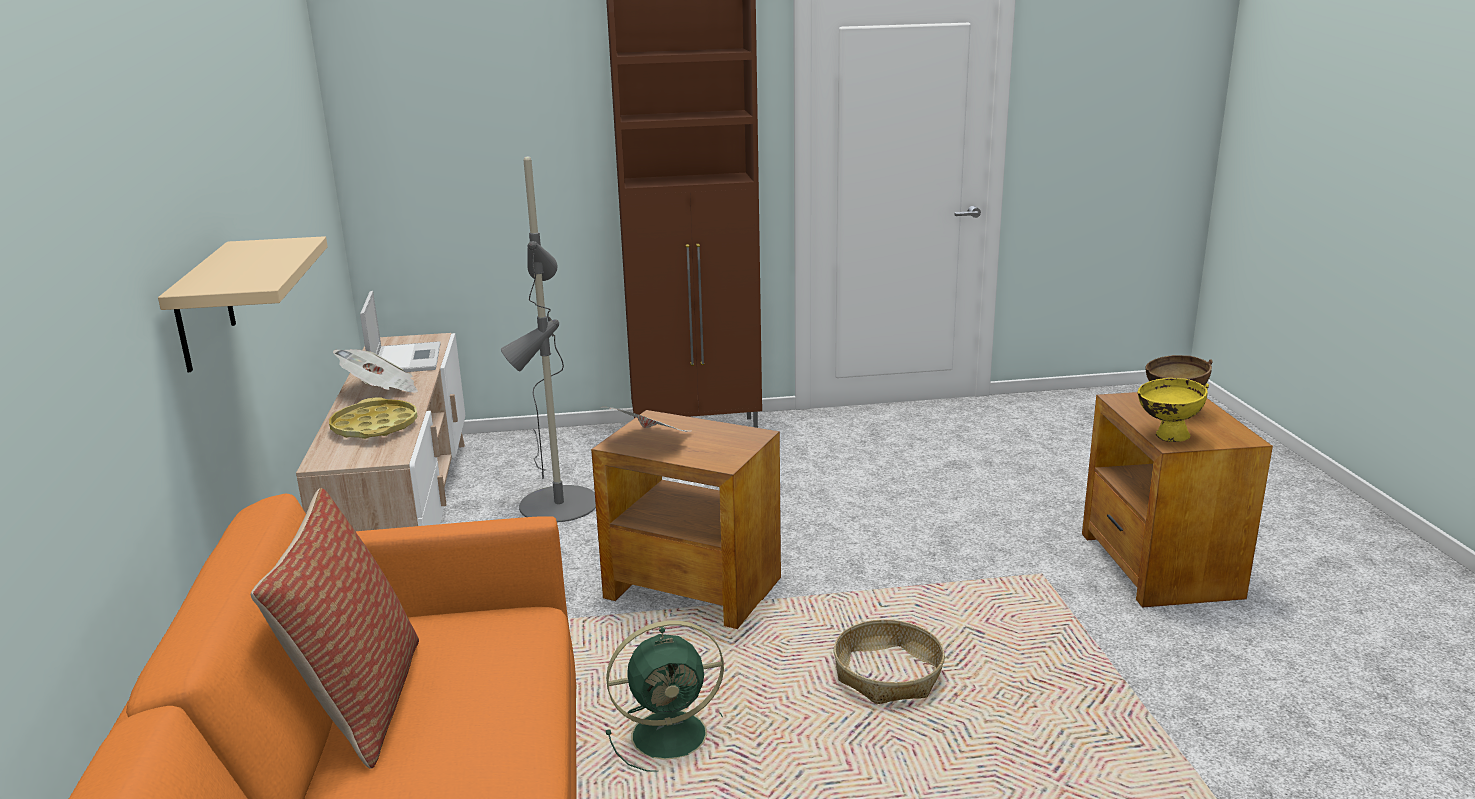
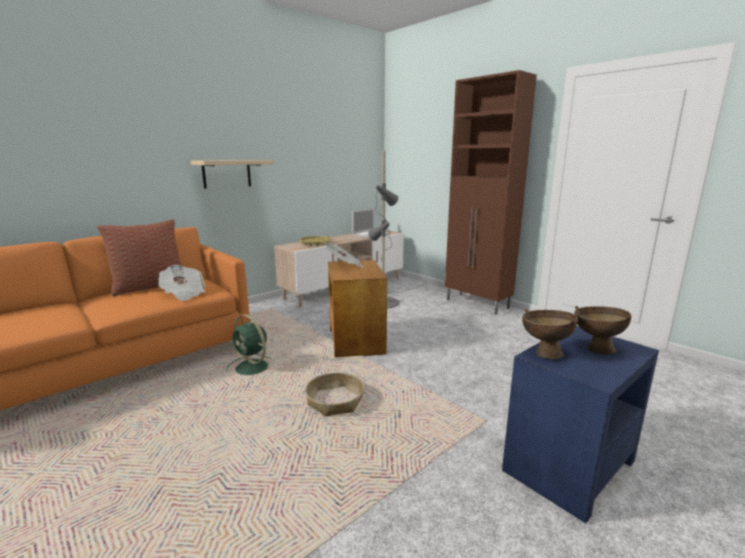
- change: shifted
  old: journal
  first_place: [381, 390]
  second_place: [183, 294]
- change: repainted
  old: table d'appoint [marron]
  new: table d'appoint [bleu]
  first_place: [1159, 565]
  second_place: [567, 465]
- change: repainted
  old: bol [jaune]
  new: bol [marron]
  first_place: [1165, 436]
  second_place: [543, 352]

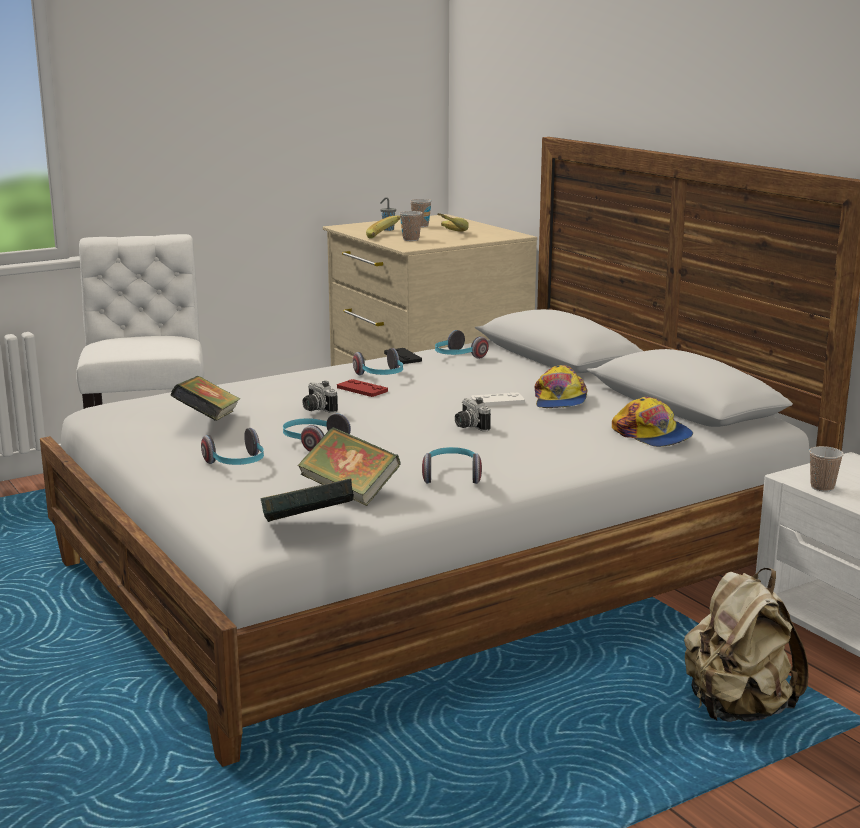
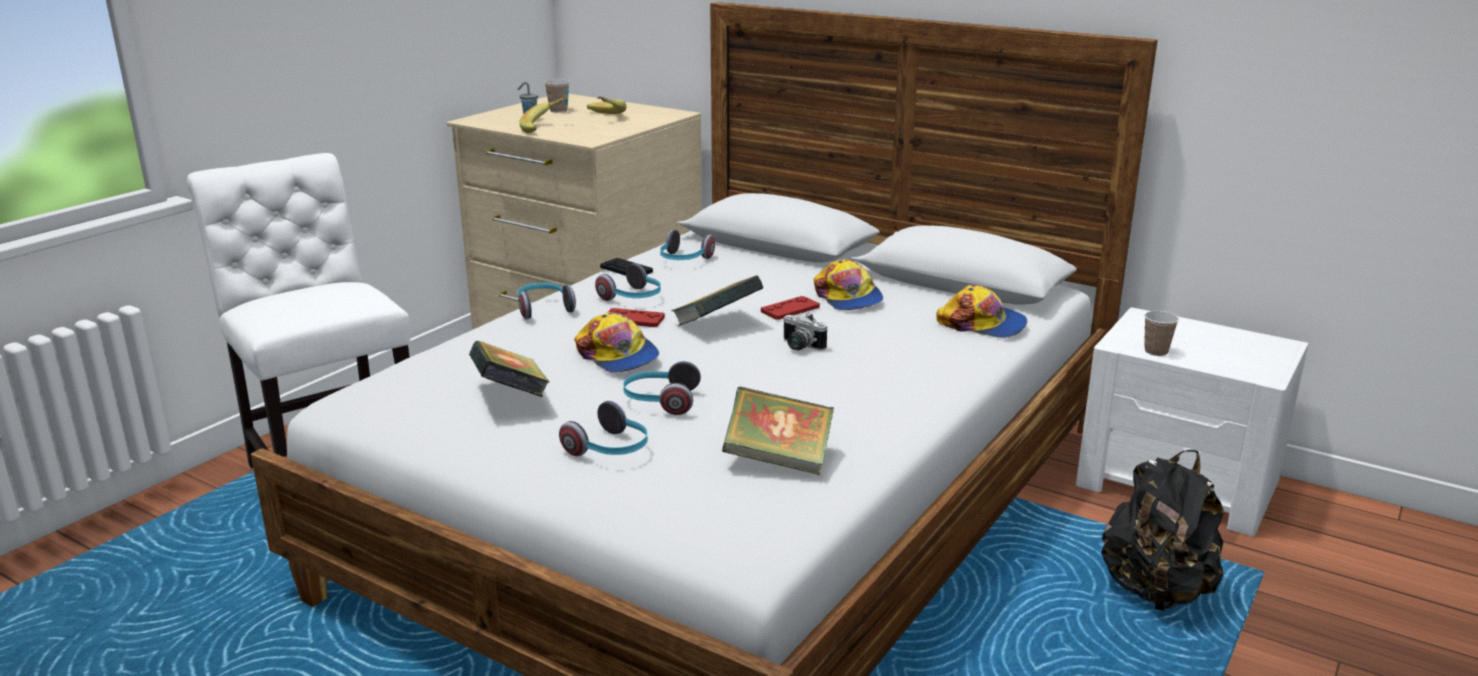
- change: shifted
  old: livre
  first_place: [308, 527]
  second_place: [717, 324]
- change: swapped
  old: appareil photo
  new: casquette
  first_place: [316, 409]
  second_place: [617, 355]
- change: gone
  old: tasse
  first_place: [411, 239]
- change: shifted
  old: casque audio
  first_place: [451, 475]
  second_place: [543, 309]
- change: repainted
  old: manette [blanc]
  new: manette [rouge]
  first_place: [497, 401]
  second_place: [790, 309]
- change: repainted
  old: sac à dos [beige]
  new: sac à dos [noir]
  first_place: [737, 709]
  second_place: [1156, 591]

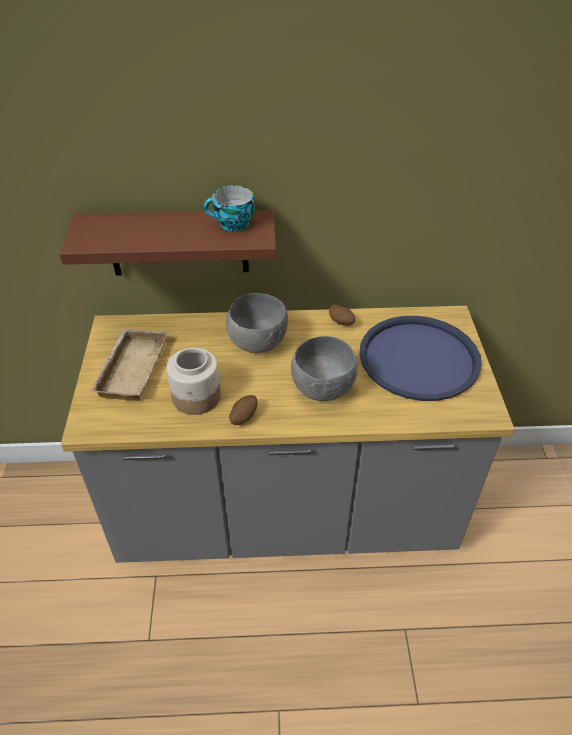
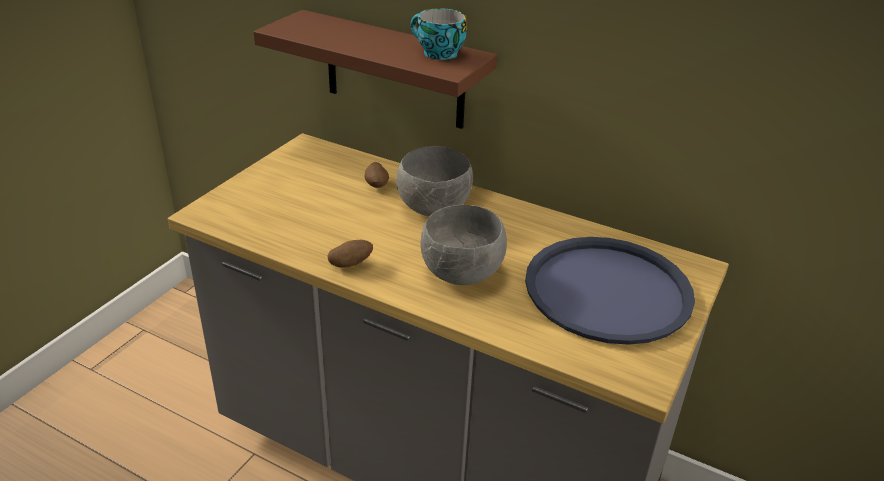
- change: gone
  old: plateau [beige]
  first_place: [130, 368]
- change: gone
  old: bocal
  first_place: [197, 397]
- change: shifted
  old: pomme de terre
  first_place: [341, 323]
  second_place: [376, 186]

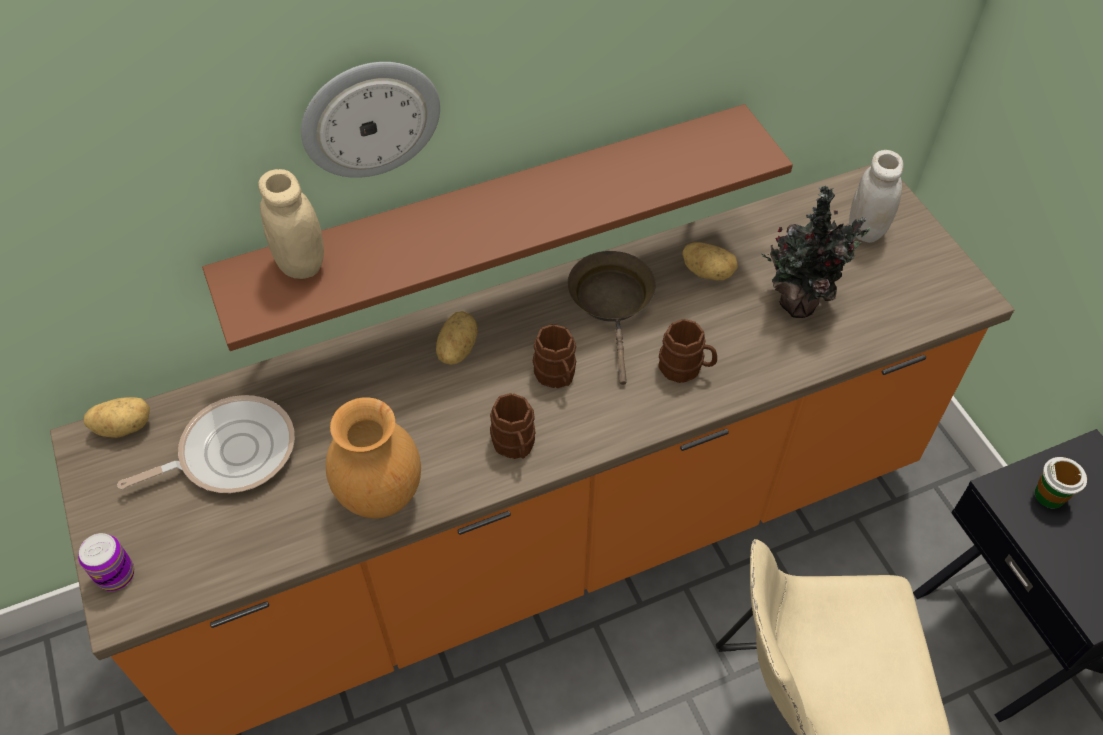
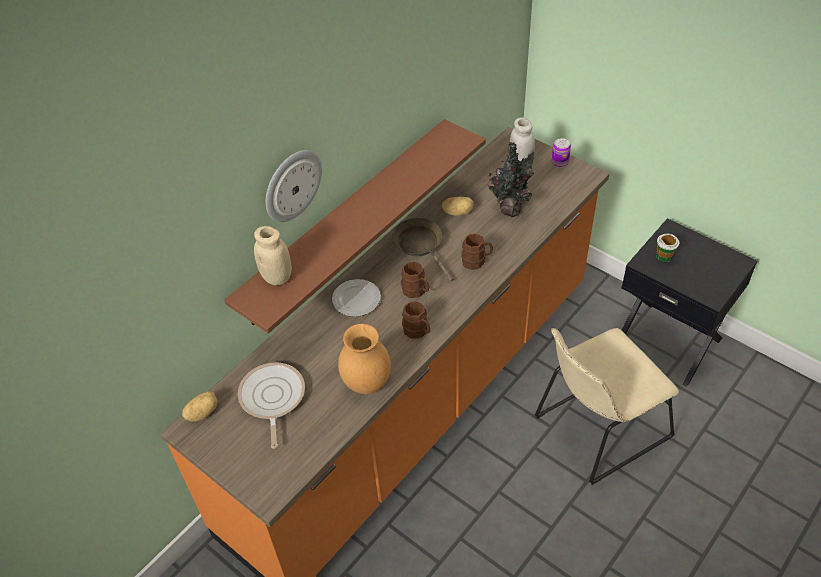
- change: shifted
  old: boîte métallique
  first_place: [115, 574]
  second_place: [559, 162]
- change: rotated
  old: poêle
  first_place: [231, 452]
  second_place: [272, 399]
  degrees: -45
- change: swapped
  old: pomme de terre
  new: assiette
  first_place: [456, 349]
  second_place: [356, 300]

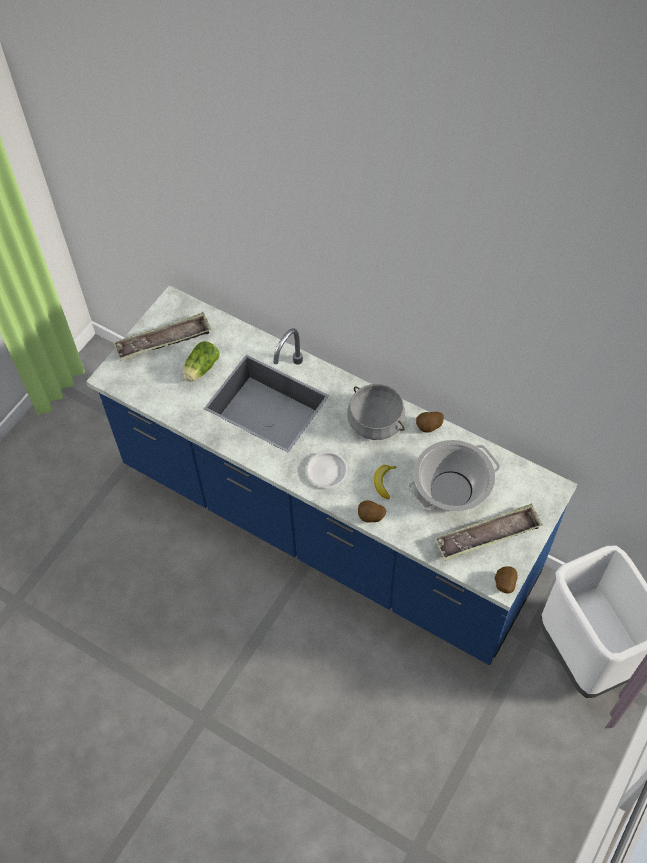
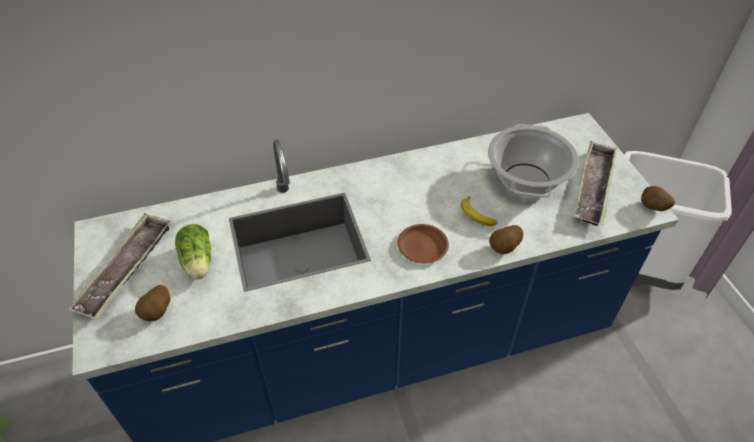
- change: repainted
  old: assiette [blanc]
  new: assiette [marron]
  first_place: [327, 471]
  second_place: [423, 246]
- change: gone
  old: marmite [gris]
  first_place: [376, 421]
- change: shifted
  old: pomme de terre
  first_place: [429, 427]
  second_place: [158, 312]

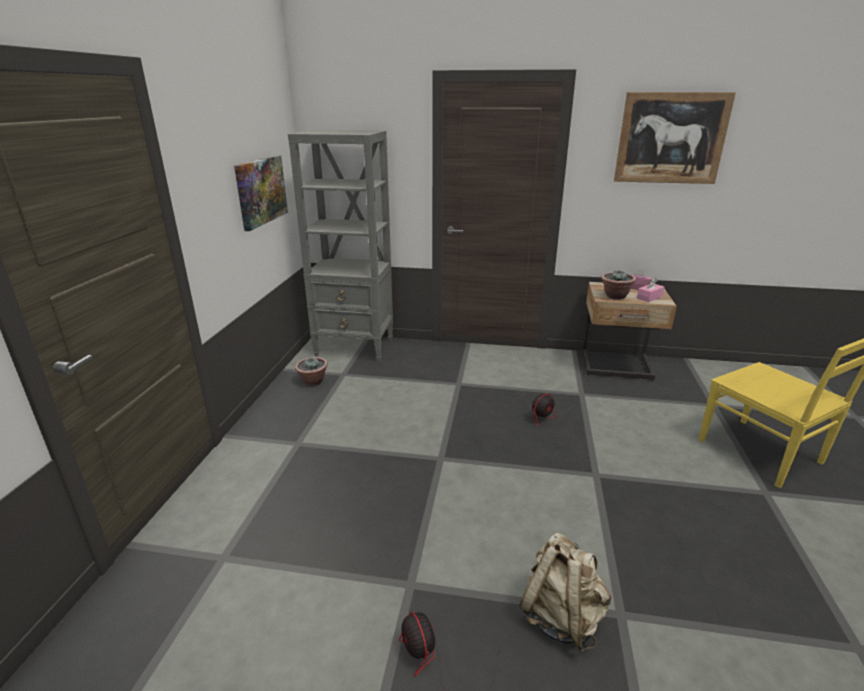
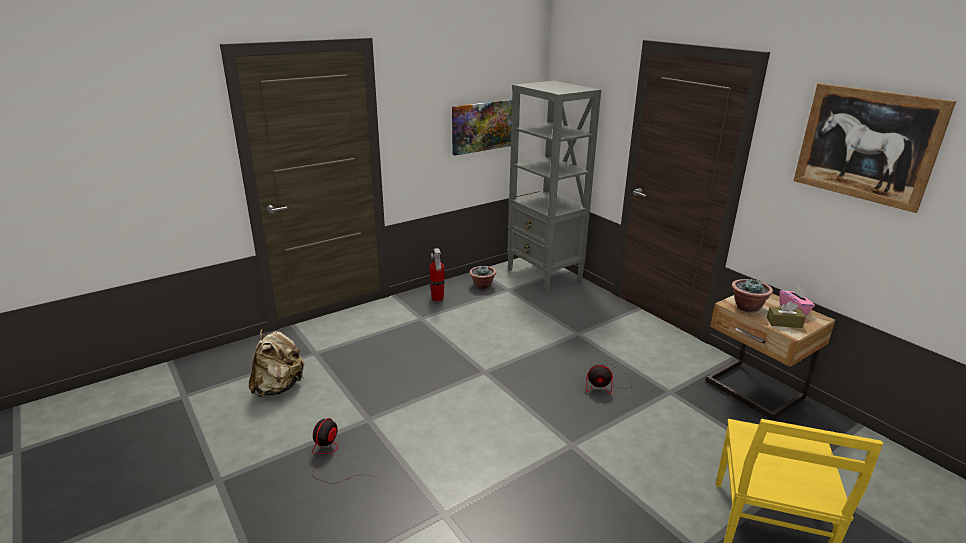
- change: shifted
  old: sac à dos [beige]
  first_place: [561, 617]
  second_place: [279, 387]
- change: repainted
  old: boîte à mouchoirs [rose]
  new: boîte à mouchoirs [marron]
  first_place: [649, 297]
  second_place: [784, 323]
- change: new
  new: extincteur
  second_place: [437, 299]

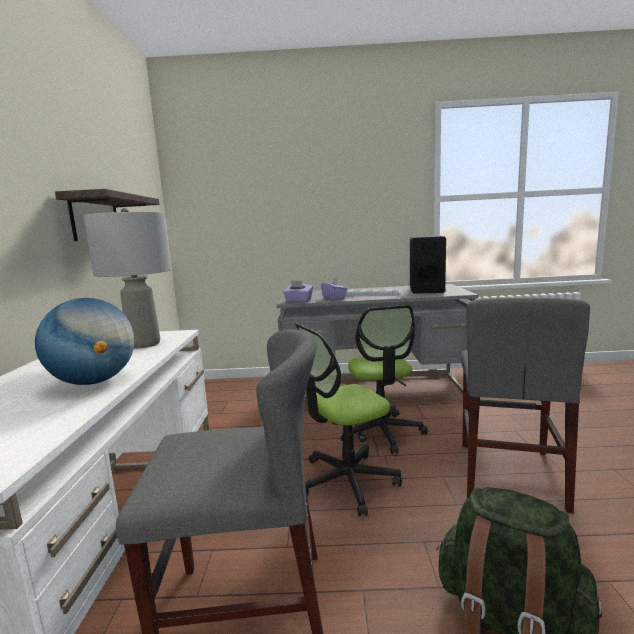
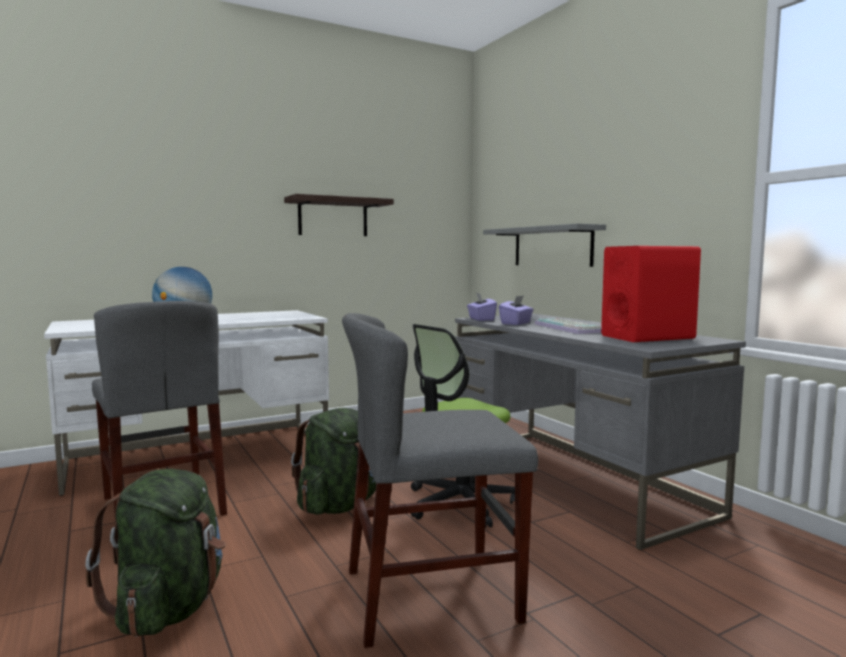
- change: gone
  old: lampe de table [gris]
  first_place: [144, 344]
- change: swapped
  old: chaise de bureau
  new: sac à dos [vert]
  first_place: [347, 481]
  second_place: [340, 505]
- change: repainted
  old: enceinte [noir]
  new: enceinte [rouge]
  first_place: [426, 289]
  second_place: [647, 337]
- change: new
  new: étagère [gris]
  second_place: [552, 246]

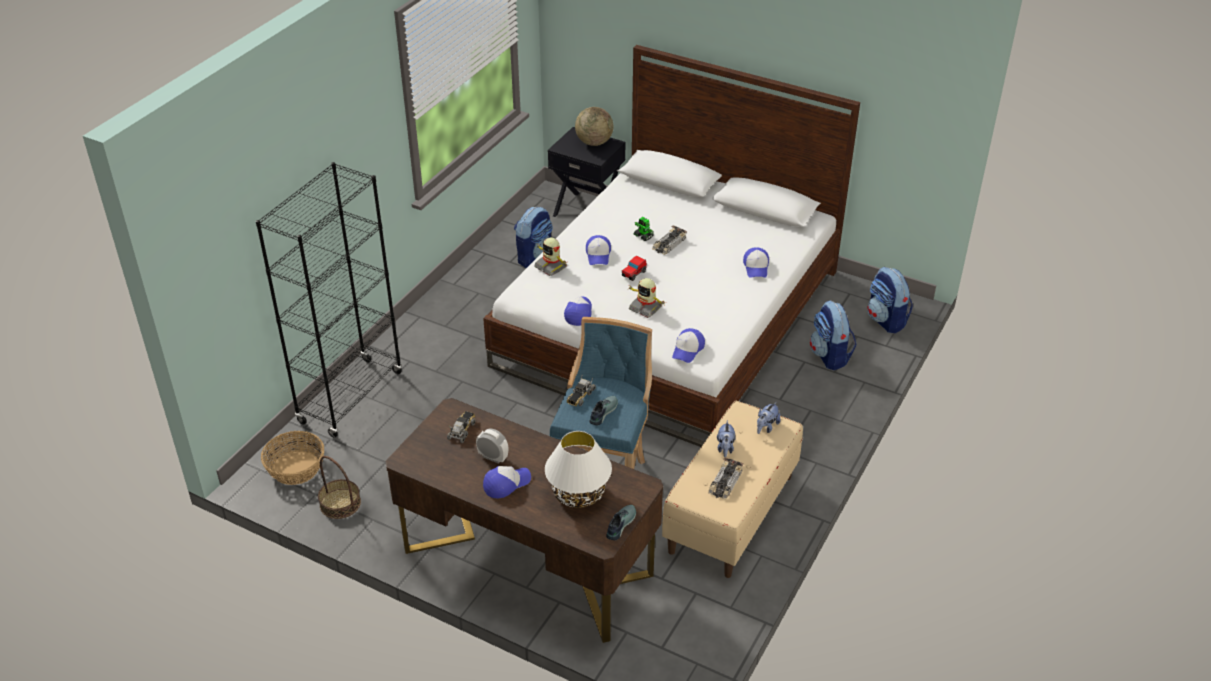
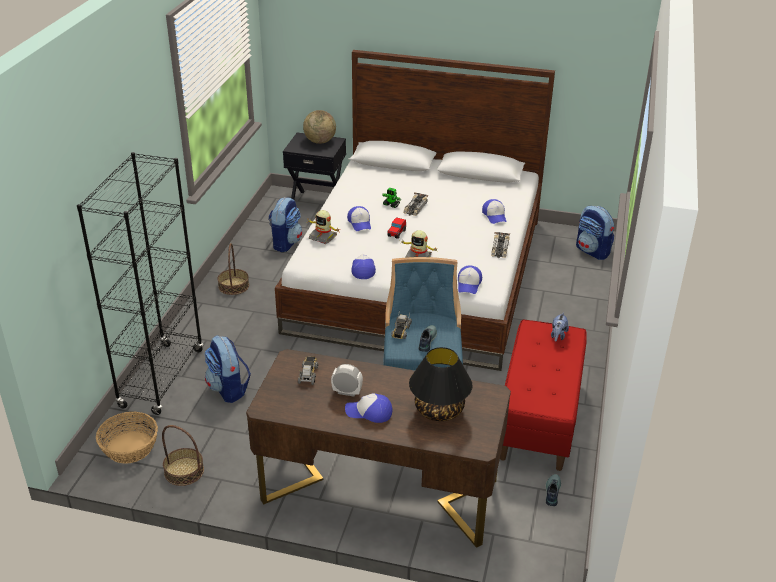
- change: rotated
  old: casquette
  first_place: [506, 484]
  second_place: [369, 412]
  degrees: -120
- change: repainted
  old: lampe de table [blanc]
  new: lampe de table [noir]
  first_place: [578, 494]
  second_place: [438, 410]
- change: shifted
  old: chaussure
  first_place: [619, 524]
  second_place: [551, 492]
- change: repainted
  old: banc [beige]
  new: banc [rouge]
  first_place: [731, 514]
  second_place: [539, 418]
- change: shifted
  old: petite voiture
  first_place: [725, 483]
  second_place: [500, 249]
- change: gone
  old: peluche
  first_place: [725, 448]
- change: shifted
  old: sac à dos
  first_place: [830, 356]
  second_place: [228, 389]
- change: new
  new: panier
  second_place: [233, 286]

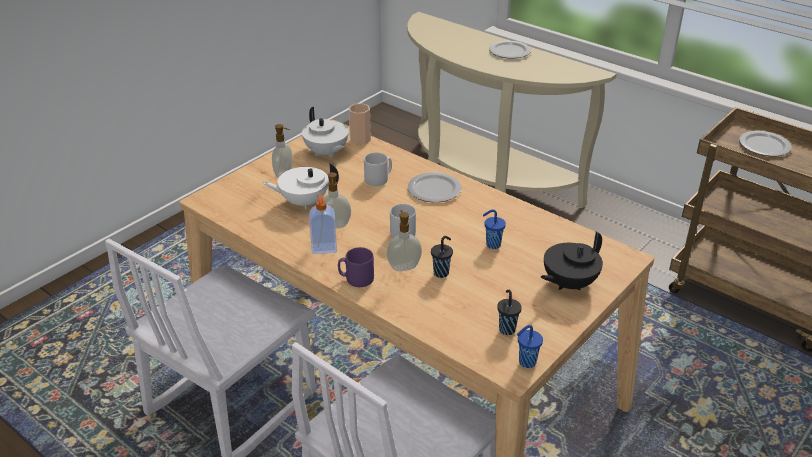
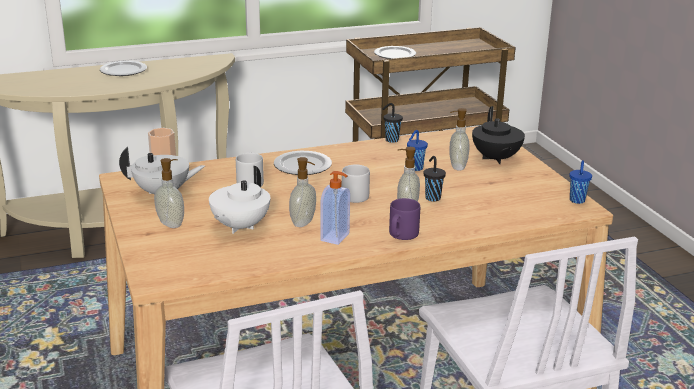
- change: shifted
  old: tasse [noir]
  first_place: [507, 329]
  second_place: [391, 140]
- change: new
  new: distributeur de savon
  second_place: [456, 166]

